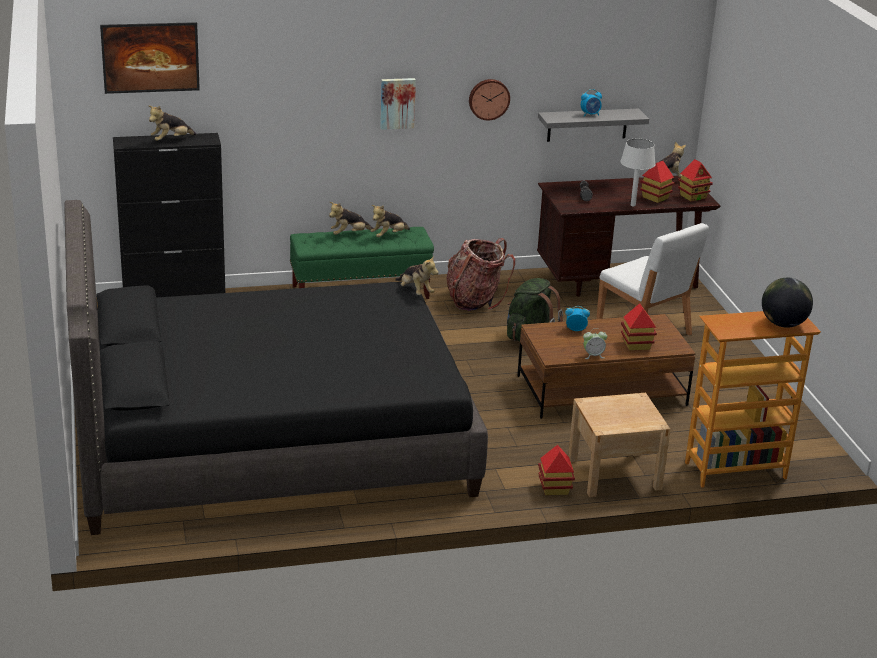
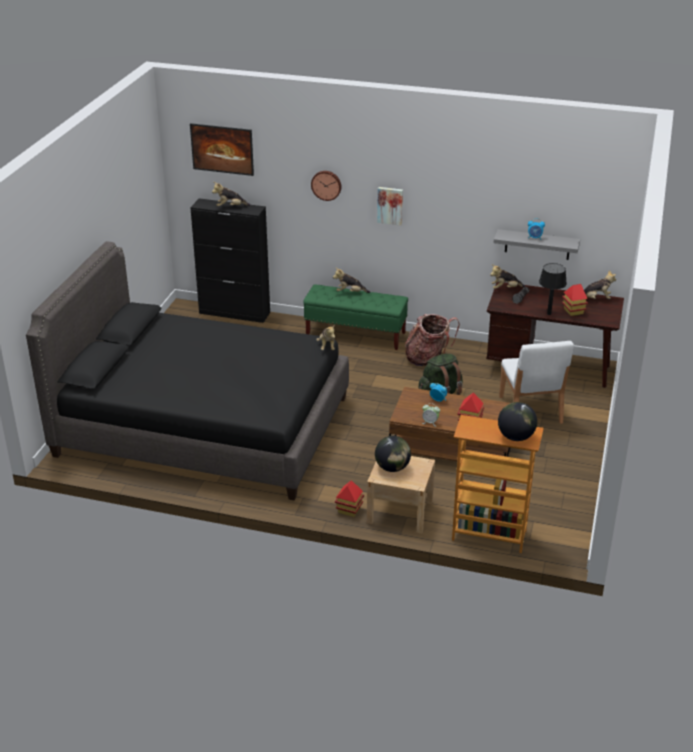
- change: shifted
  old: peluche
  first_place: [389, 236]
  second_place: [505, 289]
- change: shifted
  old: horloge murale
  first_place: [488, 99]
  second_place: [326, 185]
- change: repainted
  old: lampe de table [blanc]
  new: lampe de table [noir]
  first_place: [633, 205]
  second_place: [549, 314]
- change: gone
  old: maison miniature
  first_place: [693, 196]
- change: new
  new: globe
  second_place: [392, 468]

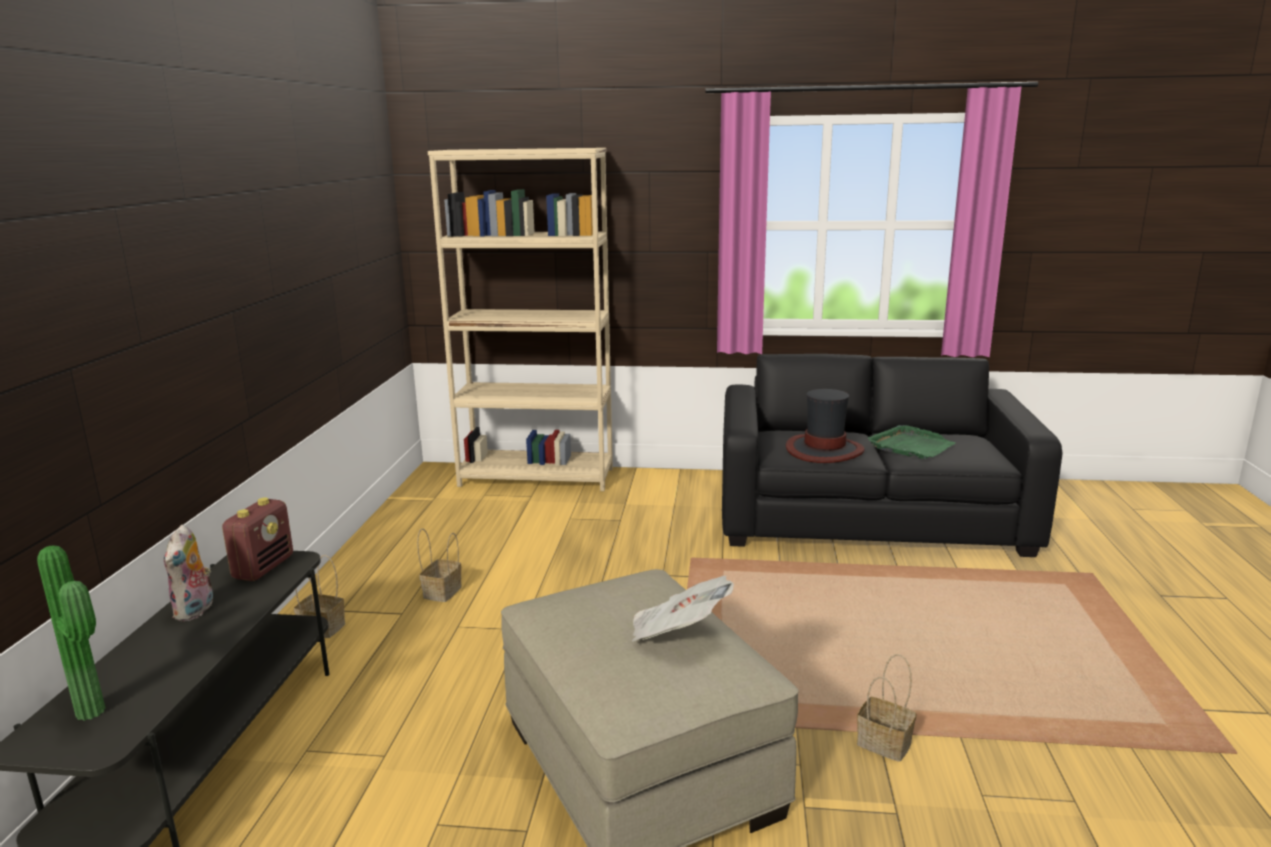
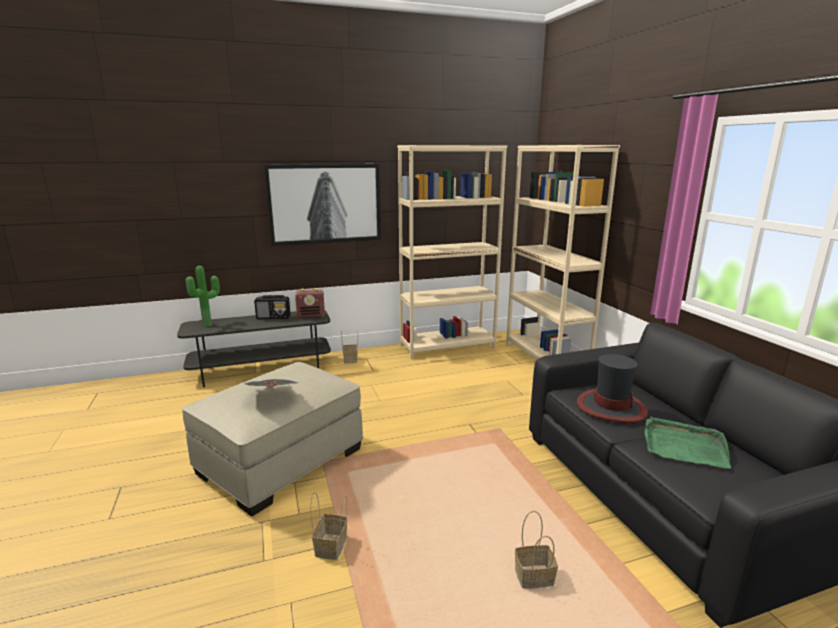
- change: swapped
  old: peluche
  new: radio
  first_place: [196, 611]
  second_place: [274, 317]
- change: shifted
  old: panier
  first_place: [442, 591]
  second_place: [535, 577]
- change: new
  new: tableau
  second_place: [325, 204]
- change: new
  new: bibliothèque [beige]
  second_place: [447, 346]

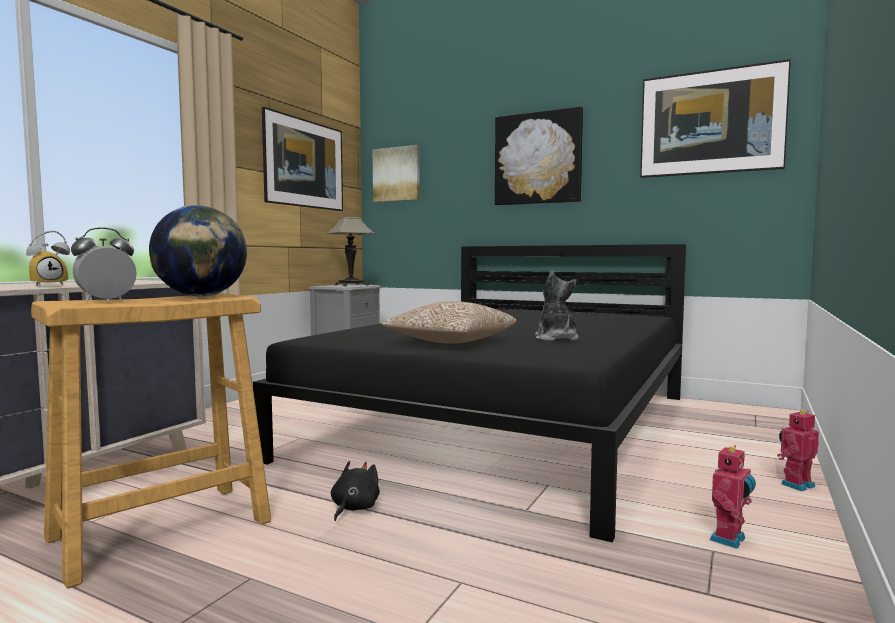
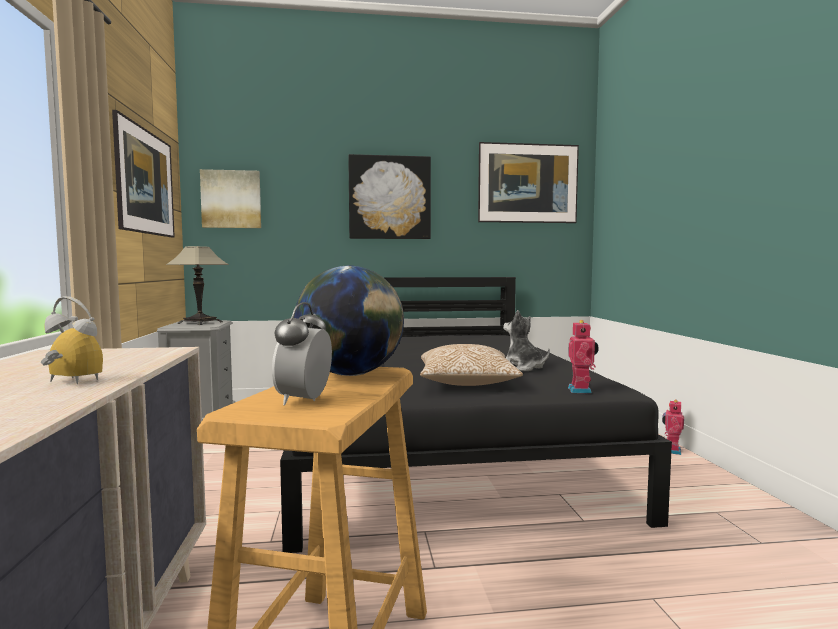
- change: rotated
  old: réveil
  first_place: [48, 285]
  second_place: [67, 382]
  degrees: -75
- change: gone
  old: peluche [noir]
  first_place: [353, 508]
- change: shifted
  old: robot jouet
  first_place: [730, 540]
  second_place: [581, 390]

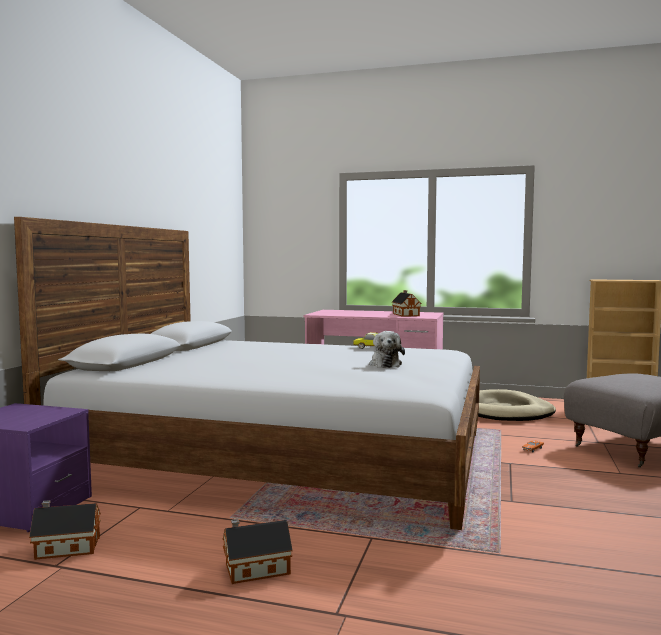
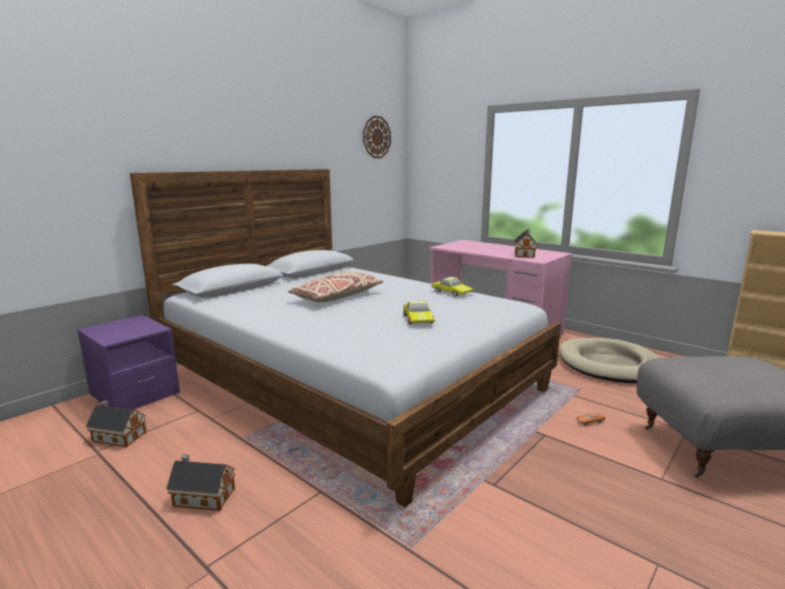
- change: swapped
  old: peluche
  new: petite voiture
  first_place: [385, 364]
  second_place: [419, 319]
- change: new
  new: coussin [beige]
  second_place: [337, 297]
- change: new
  new: horloge murale
  second_place: [376, 137]

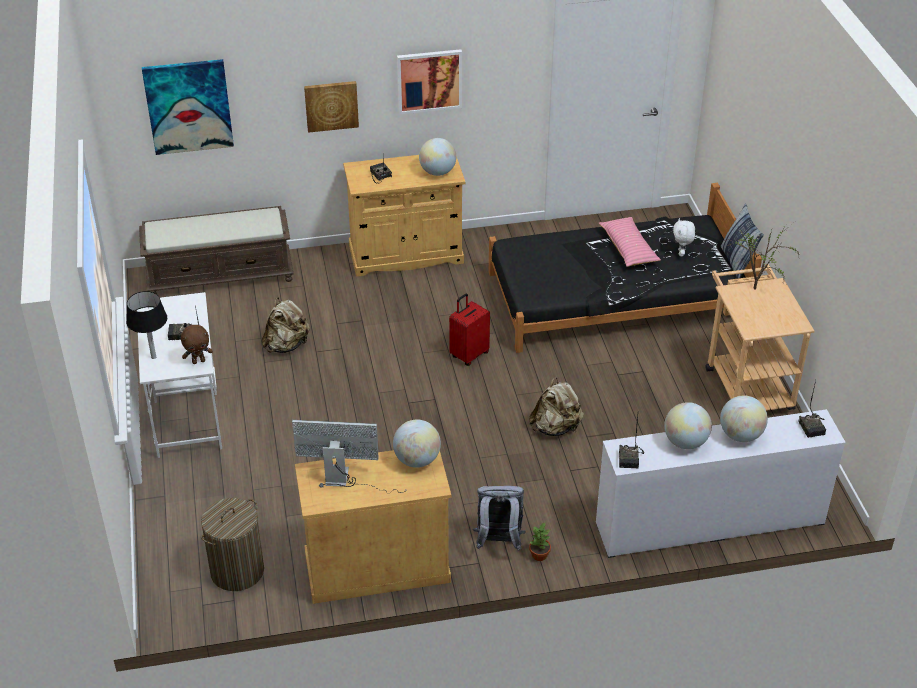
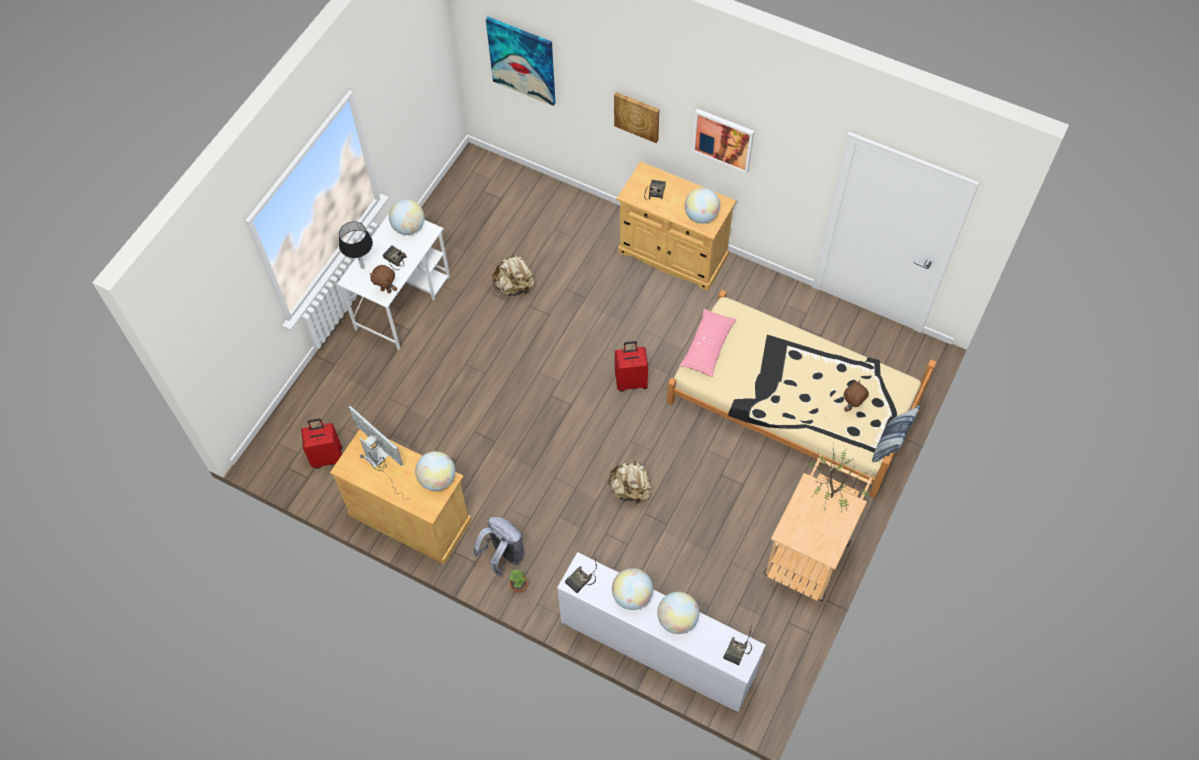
- change: gone
  old: banc [marron]
  first_place: [221, 275]
- change: swapped
  old: panier à linge
  new: valise [rouge]
  first_place: [237, 571]
  second_place: [327, 457]
- change: repainted
  old: lit [noir]
  new: lit [beige]
  first_place: [617, 296]
  second_place: [793, 401]
- change: shifted
  old: coussin [rose]
  first_place: [628, 248]
  second_place: [707, 346]
- change: repainted
  old: peluche [blanc]
  new: peluche [marron]
  first_place: [681, 253]
  second_place: [852, 407]
- change: new
  new: globe
  second_place: [408, 227]

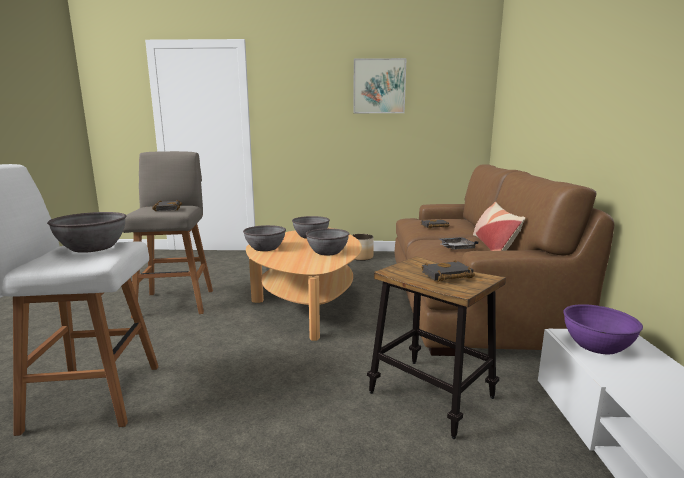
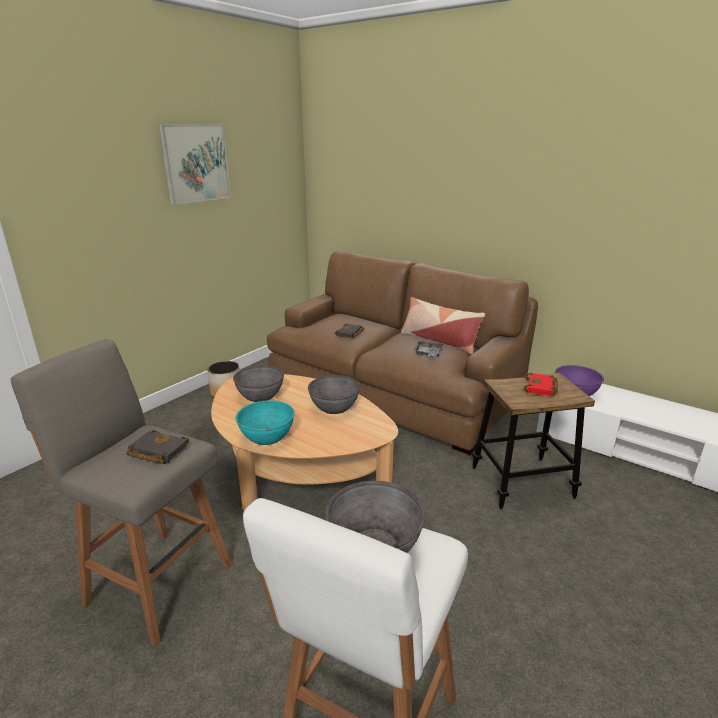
- change: repainted
  old: bol [gris]
  new: bol [turquoise]
  first_place: [265, 248]
  second_place: [267, 436]
- change: repainted
  old: livre [noir]
  new: livre [rouge]
  first_place: [446, 276]
  second_place: [541, 388]

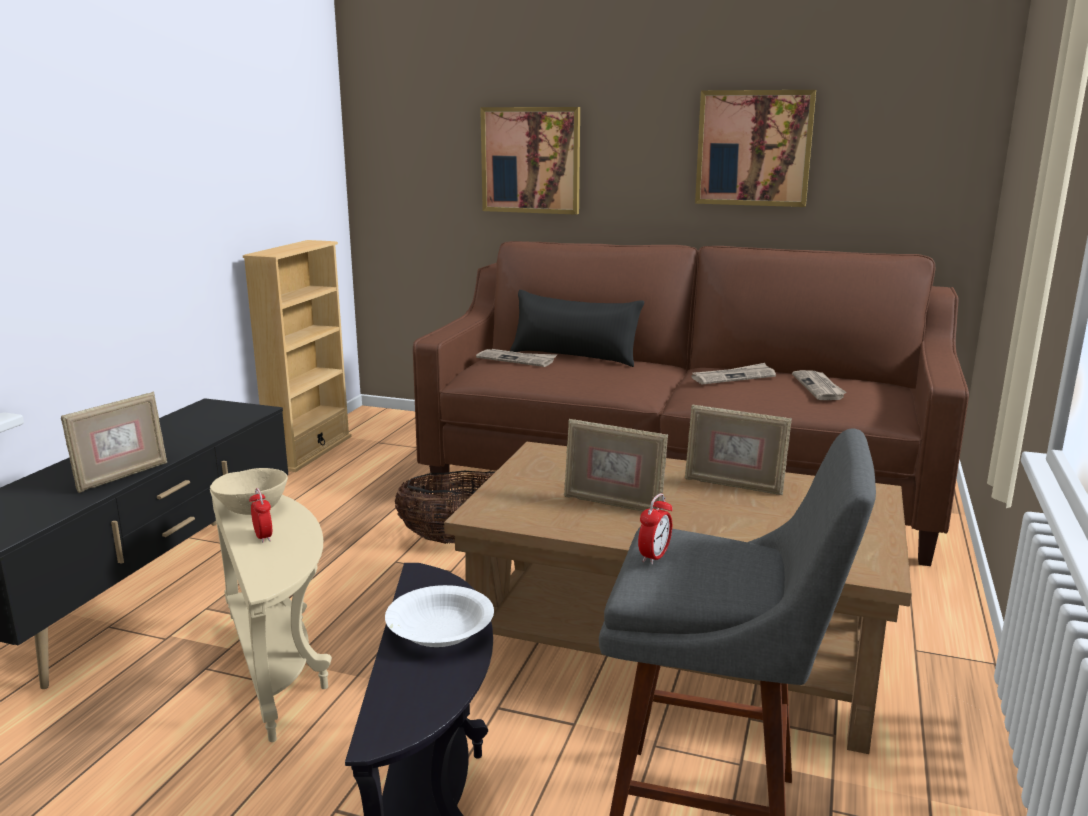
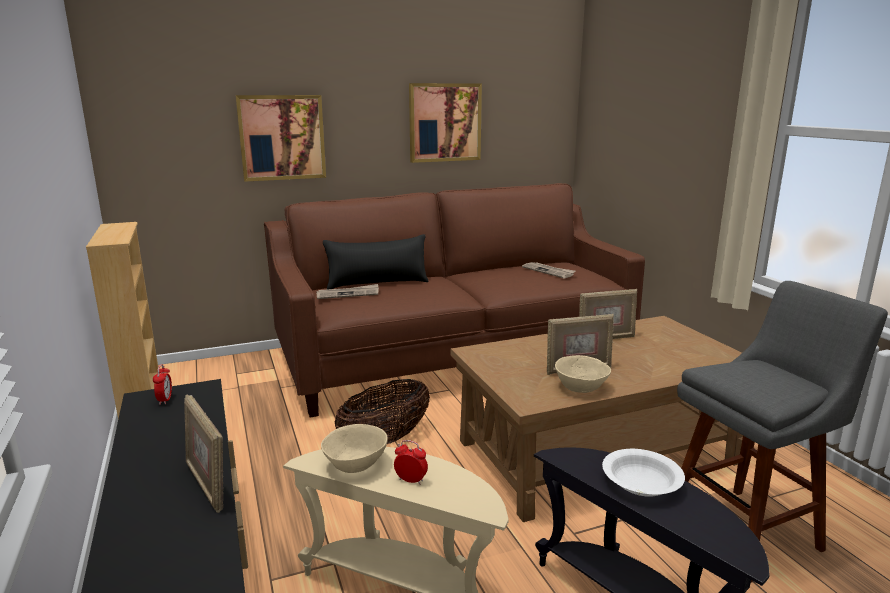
- change: rotated
  old: cadre photo
  first_place: [121, 476]
  second_place: [207, 485]
  degrees: 150
- change: shifted
  old: réveil
  first_place: [654, 556]
  second_place: [165, 400]
- change: gone
  old: journal
  first_place: [733, 377]
- change: new
  new: bol [beige]
  second_place: [580, 388]

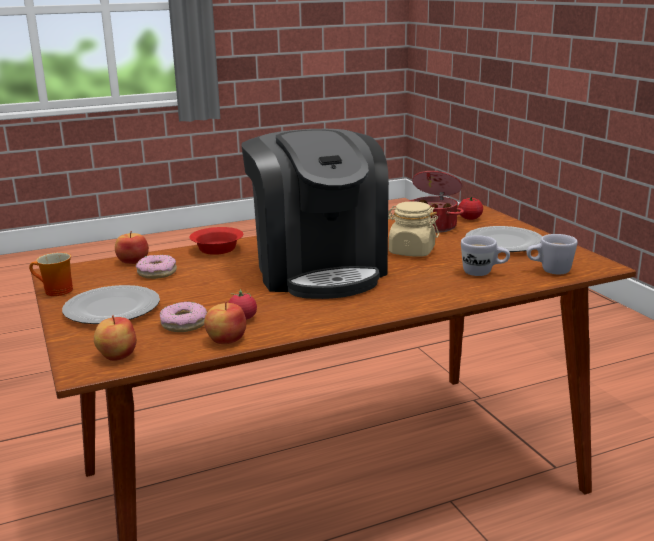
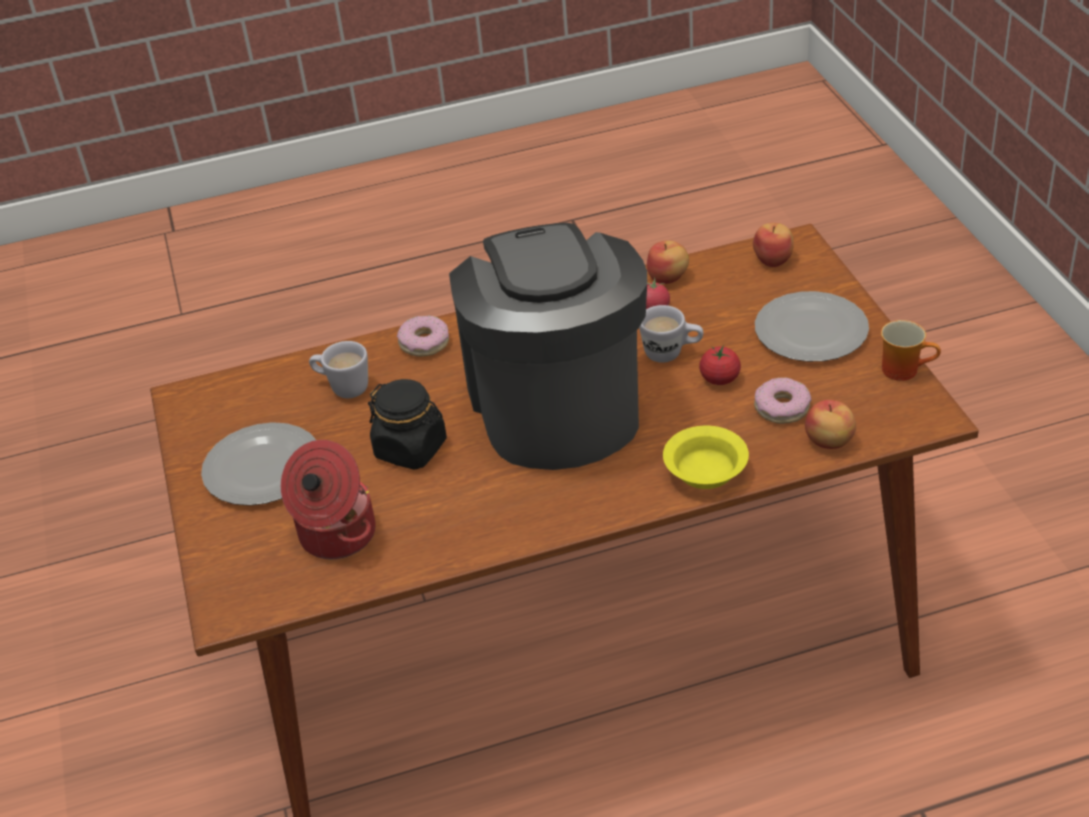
- change: shifted
  old: beignet
  first_place: [184, 324]
  second_place: [424, 343]
- change: repainted
  old: bol [rouge]
  new: bol [jaune]
  first_place: [218, 249]
  second_place: [703, 472]
- change: repainted
  old: bocal [beige]
  new: bocal [noir]
  first_place: [411, 251]
  second_place: [411, 449]
- change: shifted
  old: tomate
  first_place: [470, 218]
  second_place: [720, 379]
- change: shifted
  old: mug [blanc]
  first_place: [549, 271]
  second_place: [671, 353]

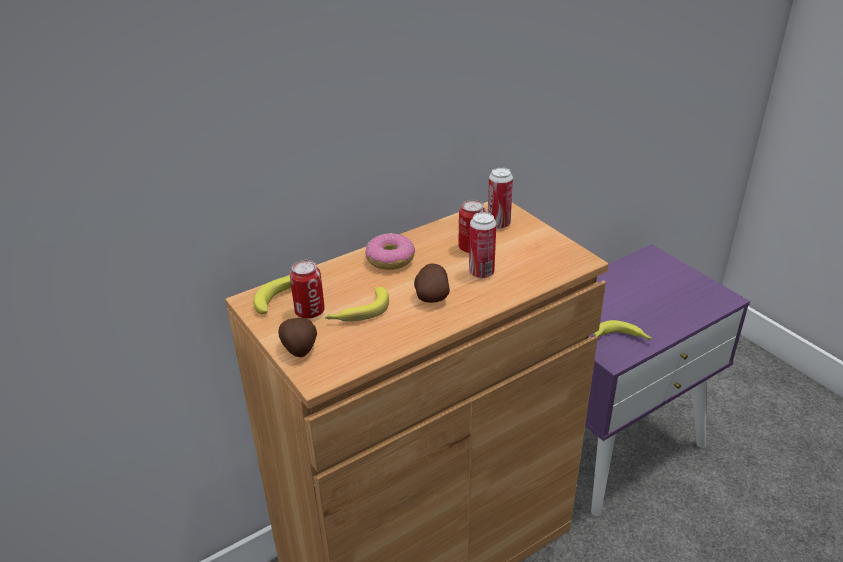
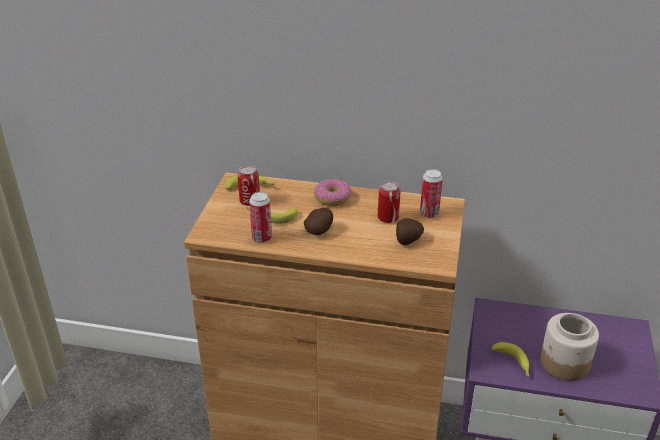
- change: shifted
  old: pomme de terre
  first_place: [299, 349]
  second_place: [407, 240]
- change: shifted
  old: boîte métallique
  first_place: [481, 273]
  second_place: [262, 238]
- change: new
  new: bocal
  second_place: [564, 363]

